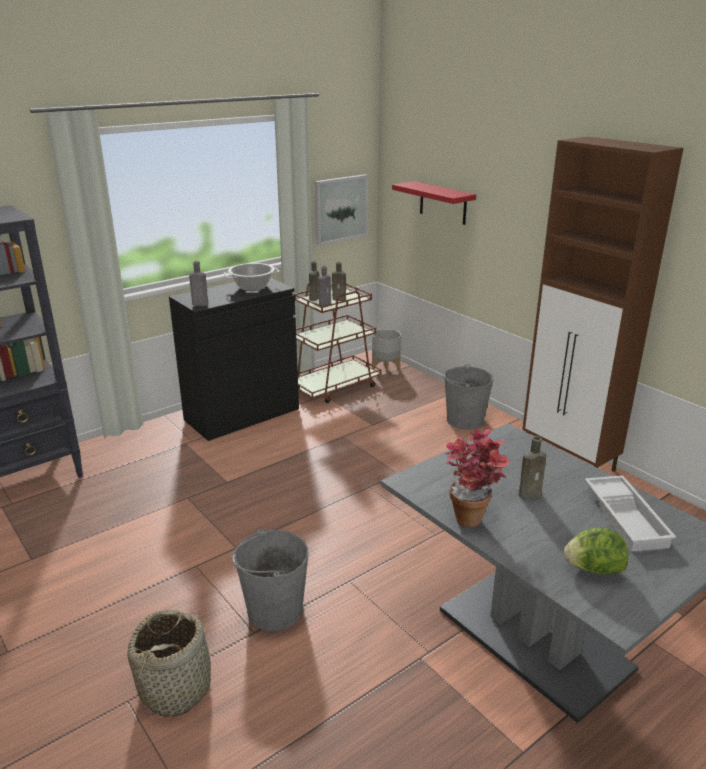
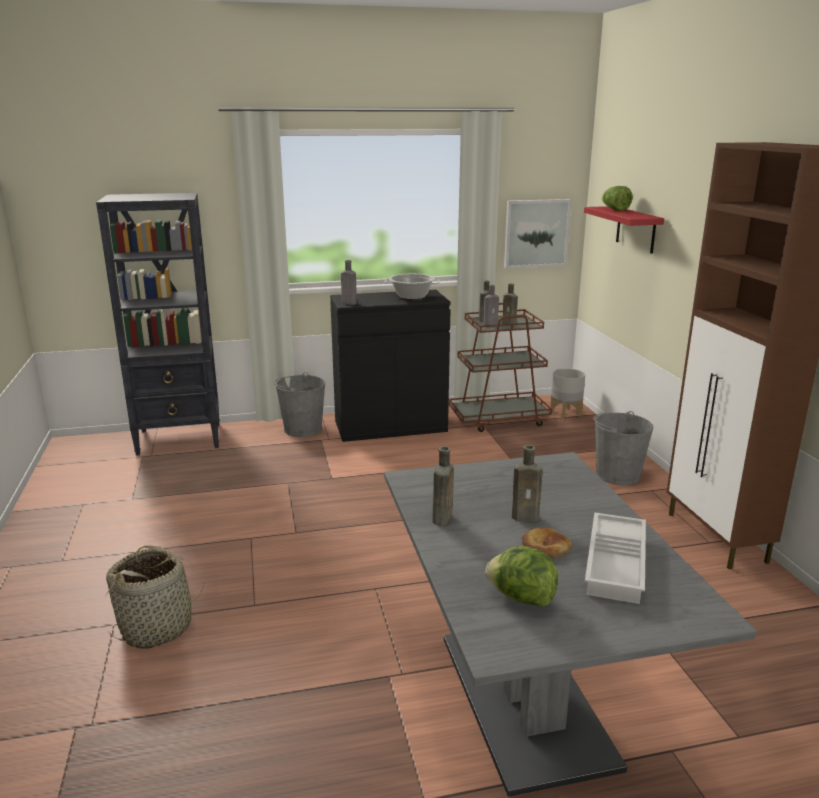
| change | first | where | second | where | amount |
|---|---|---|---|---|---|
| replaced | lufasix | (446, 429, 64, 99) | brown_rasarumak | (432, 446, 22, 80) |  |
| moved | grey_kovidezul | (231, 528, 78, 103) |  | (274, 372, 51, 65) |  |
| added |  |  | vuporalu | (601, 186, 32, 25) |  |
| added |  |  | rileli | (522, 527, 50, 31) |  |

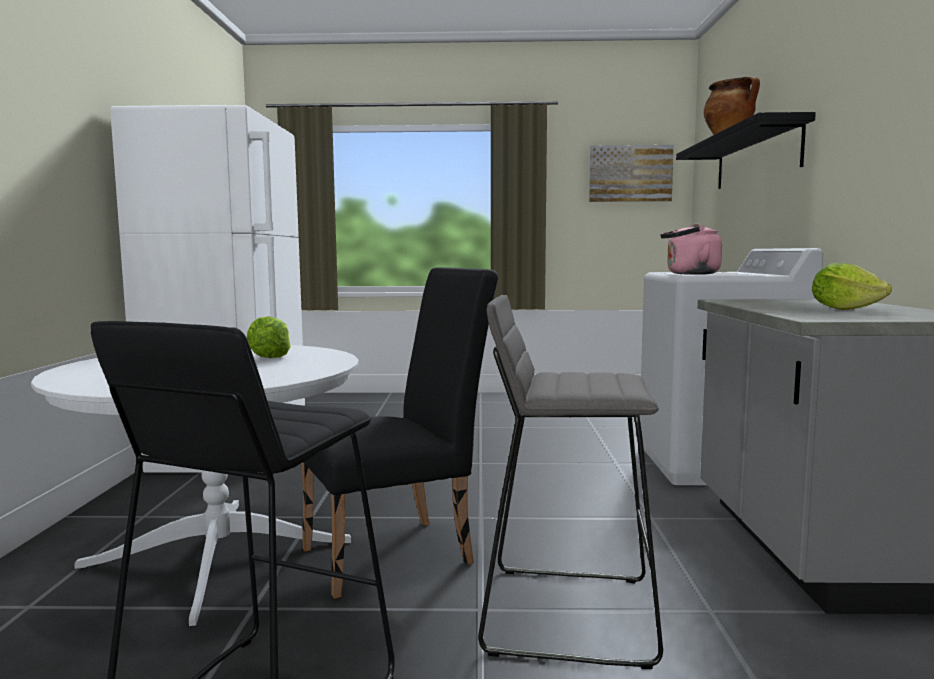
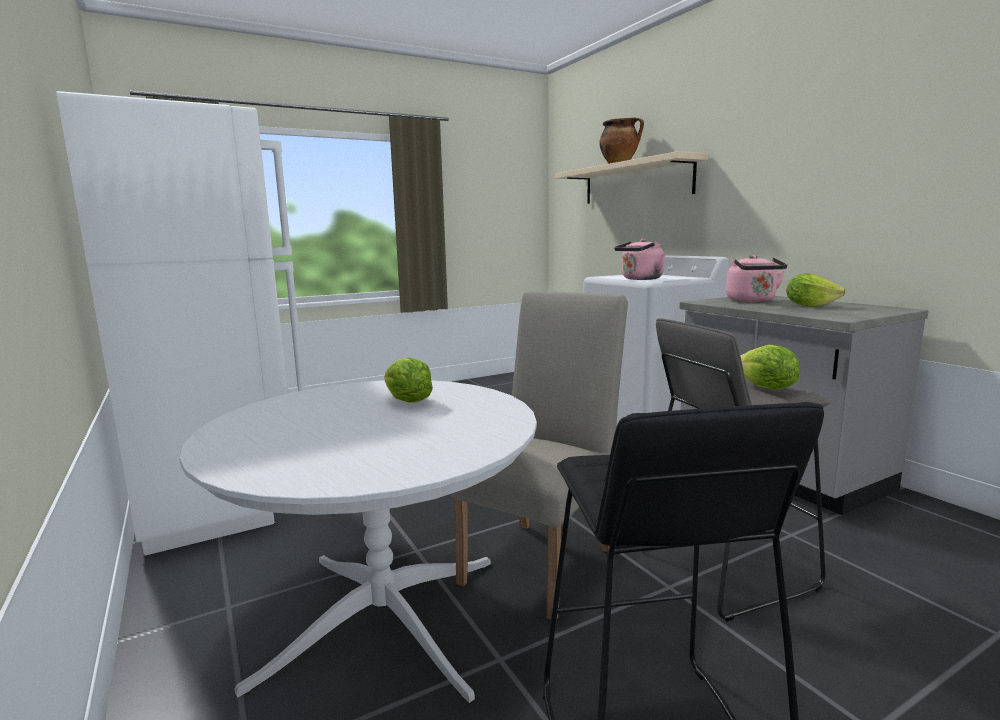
| change | first | where | second | where | amount |
|---|---|---|---|---|---|
| recoloured | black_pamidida | (676, 112, 140, 77) | beige_pamidida | (555, 151, 153, 53) |  |
| removed | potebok | (589, 145, 85, 57) |  |  |  |
| recoloured | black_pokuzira | (302, 267, 197, 332) | beige_pokuzira | (451, 291, 177, 329) |  |
| added |  |  | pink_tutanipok | (726, 255, 61, 47) |  |
| added |  |  | vuporalu | (740, 345, 59, 45) |  |

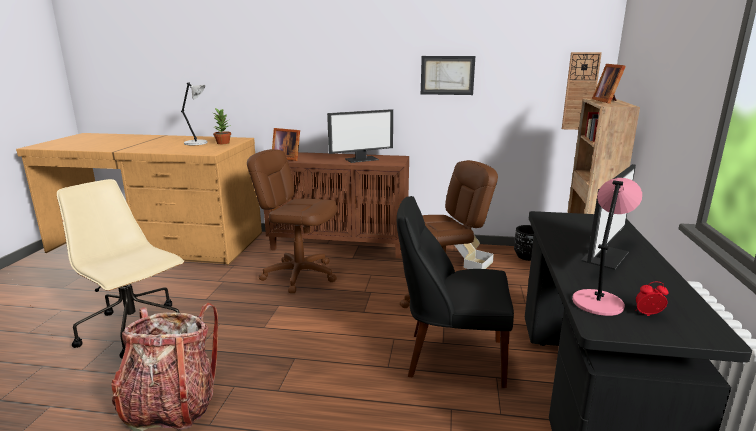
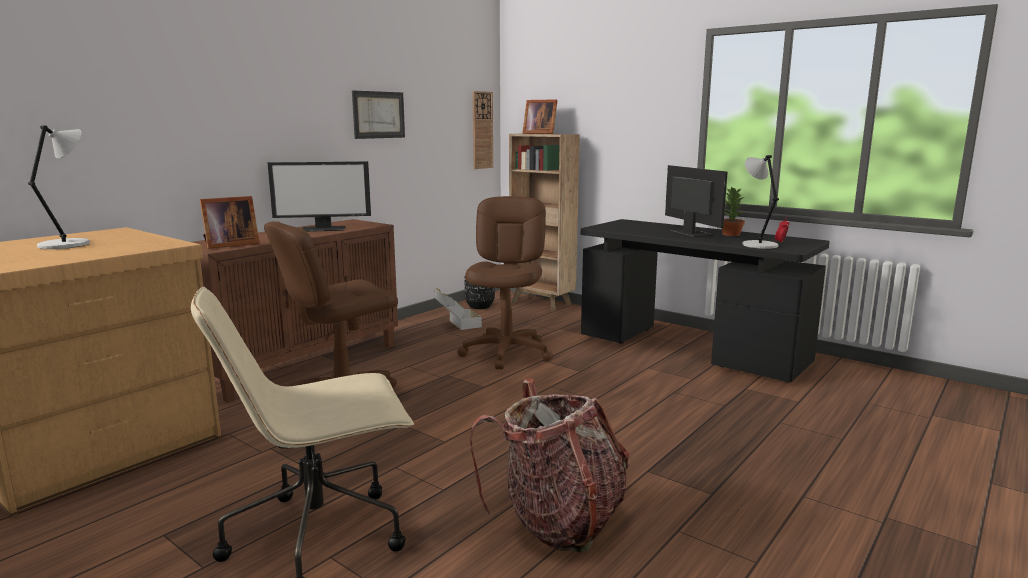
| change | first | where | second | where | amount |
|---|---|---|---|---|---|
| moved | lufasix | (213, 108, 18, 36) |  | (722, 187, 23, 49) |  |
| turned | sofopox | (327, 109, 66, 54) |  | (267, 161, 104, 71) | 75 degrees clockwise |
| recoloured | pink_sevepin | (572, 178, 70, 138) | grey_sevepin | (743, 155, 36, 94) |  |
| removed | black_pokuzira | (397, 196, 117, 192) |  |  |  |

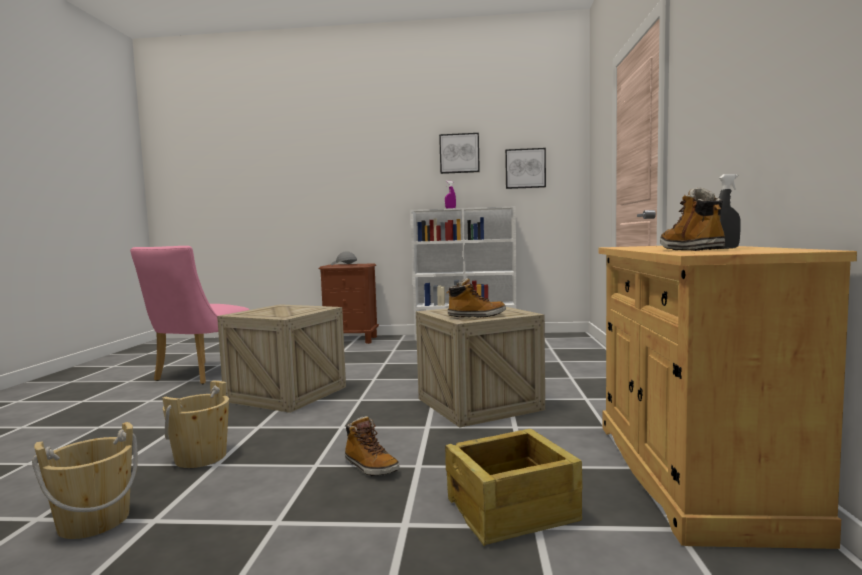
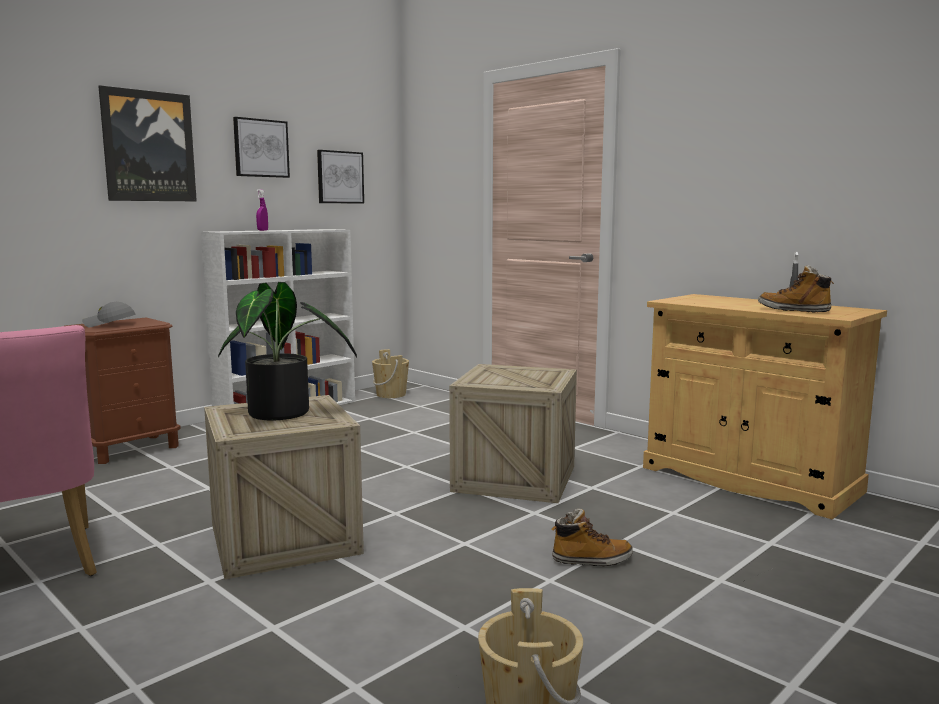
| change | first | where | second | where | amount |
|---|---|---|---|---|---|
| removed | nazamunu | (447, 278, 59, 40) |  |  |  |
| moved | beige_kovidezul | (162, 381, 67, 87) |  | (372, 349, 37, 49) |  |
| removed | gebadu | (445, 429, 138, 117) |  |  |  |
| added |  |  | potebok | (98, 85, 99, 116) |  |
| added |  |  | lufasix | (218, 282, 139, 138) |  |

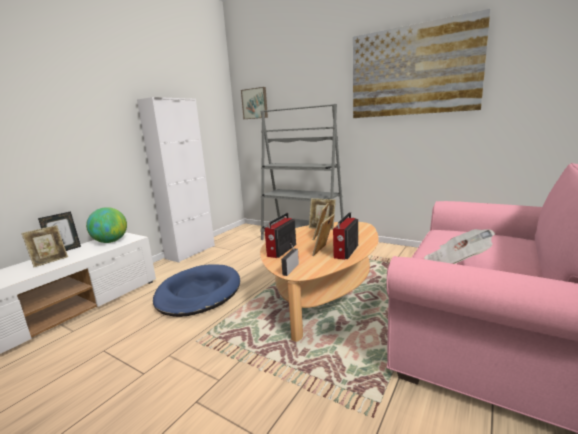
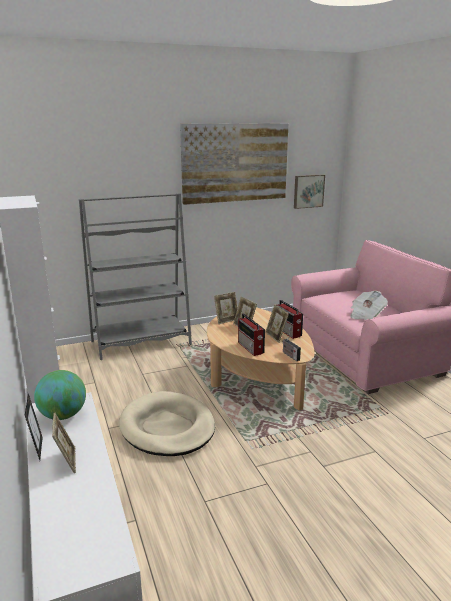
| change | first | where | second | where | amount |
|---|---|---|---|---|---|
| moved | potebok | (241, 87, 27, 32) |  | (294, 174, 31, 35) |  |
| recoloured | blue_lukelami | (153, 265, 87, 52) | beige_lukelami | (119, 391, 96, 65) |  |

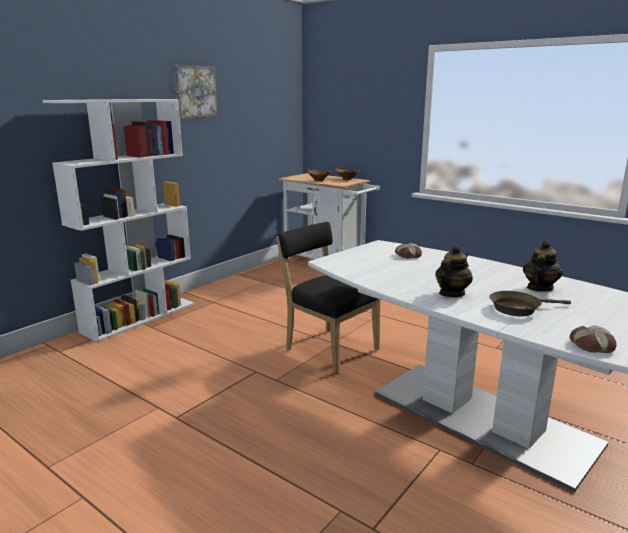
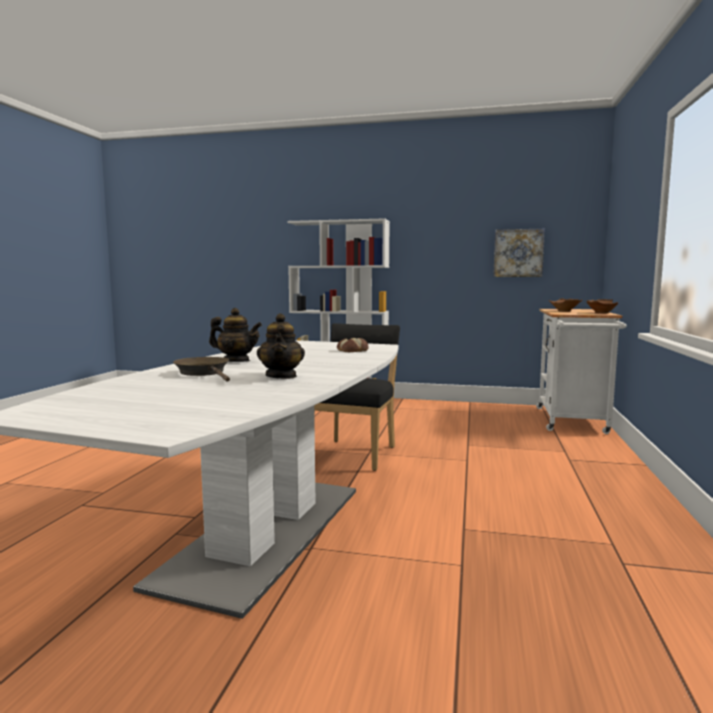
| change | first | where | second | where | amount |
|---|---|---|---|---|---|
| moved | potebok | (173, 65, 45, 54) |  | (493, 229, 52, 48) |  |
| turned | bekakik | (523, 241, 40, 51) |  | (257, 313, 48, 66) | 75 degrees clockwise |
| removed | rileli | (570, 325, 47, 28) |  |  |  |

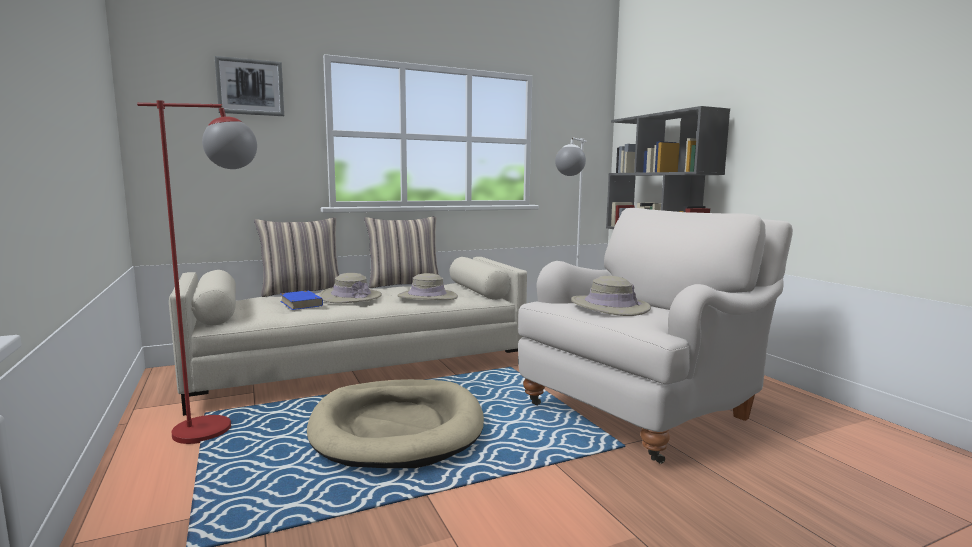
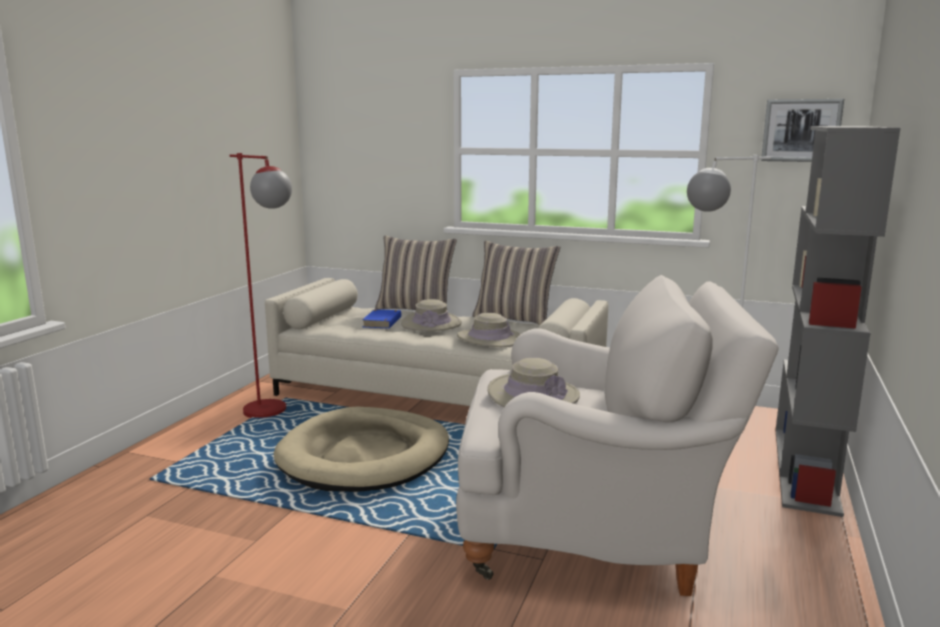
| change | first | where | second | where | amount |
|---|---|---|---|---|---|
| moved | potebok | (215, 56, 69, 60) |  | (761, 99, 83, 63) |  |

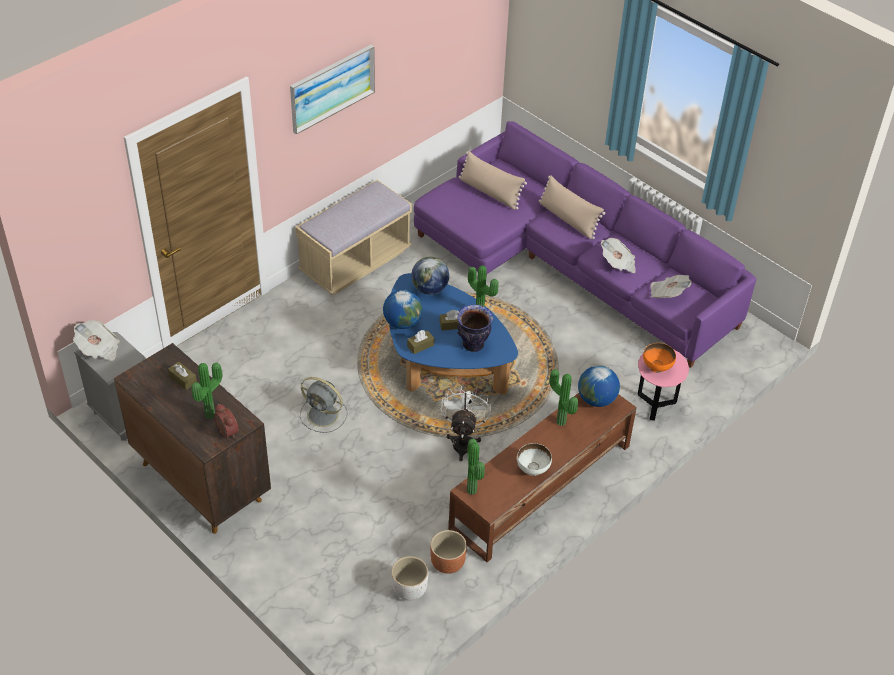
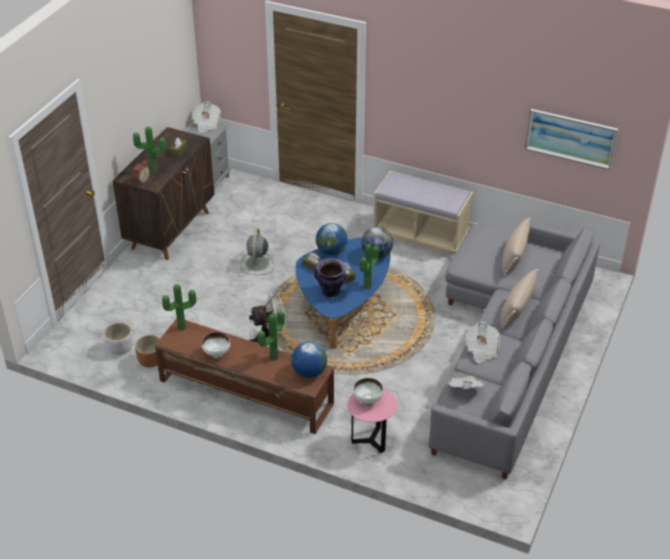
| change | first | where | second | where | amount |
|---|---|---|---|---|---|
| moved | potebok | (290, 45, 85, 89) |  | (525, 109, 93, 61) |  |
| recoloured | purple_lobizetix | (414, 121, 343, 247) | grey_lobizetix | (428, 223, 172, 256) |  |
| recoloured | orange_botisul | (643, 343, 33, 30) | white_botisul | (353, 378, 30, 27) |  |

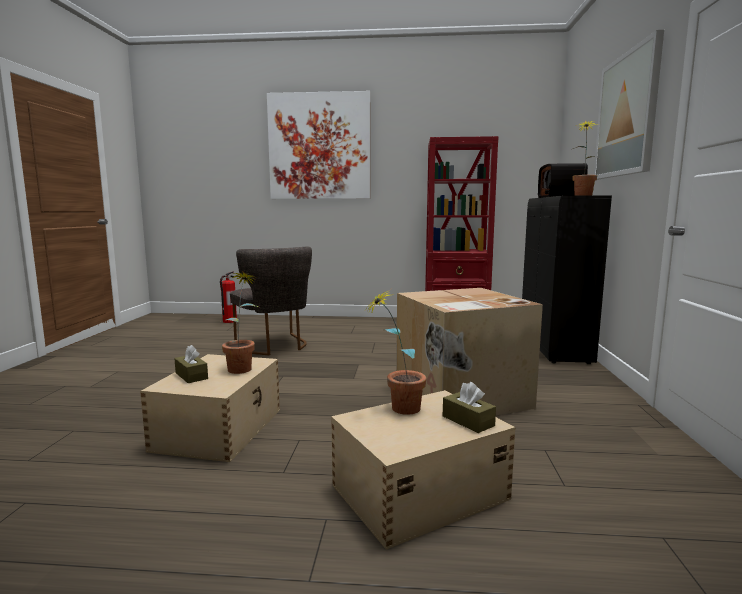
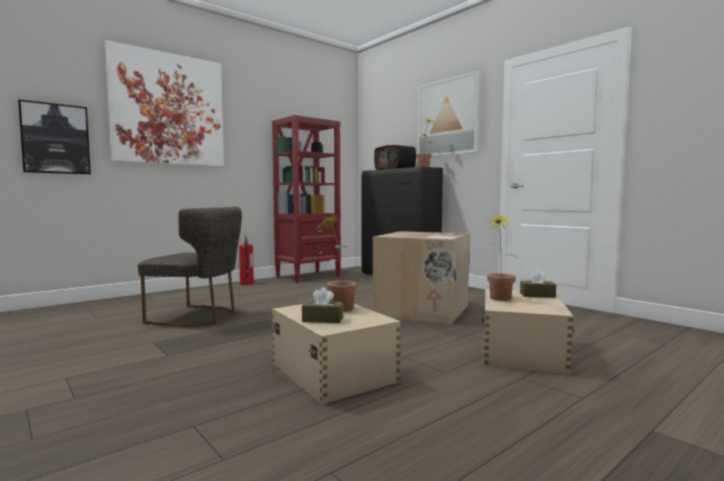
| change | first | where | second | where | amount |
|---|---|---|---|---|---|
| moved | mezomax | (220, 271, 17, 52) |  | (239, 235, 15, 50) |  |
| added |  |  | potebok | (18, 100, 73, 74) |  |

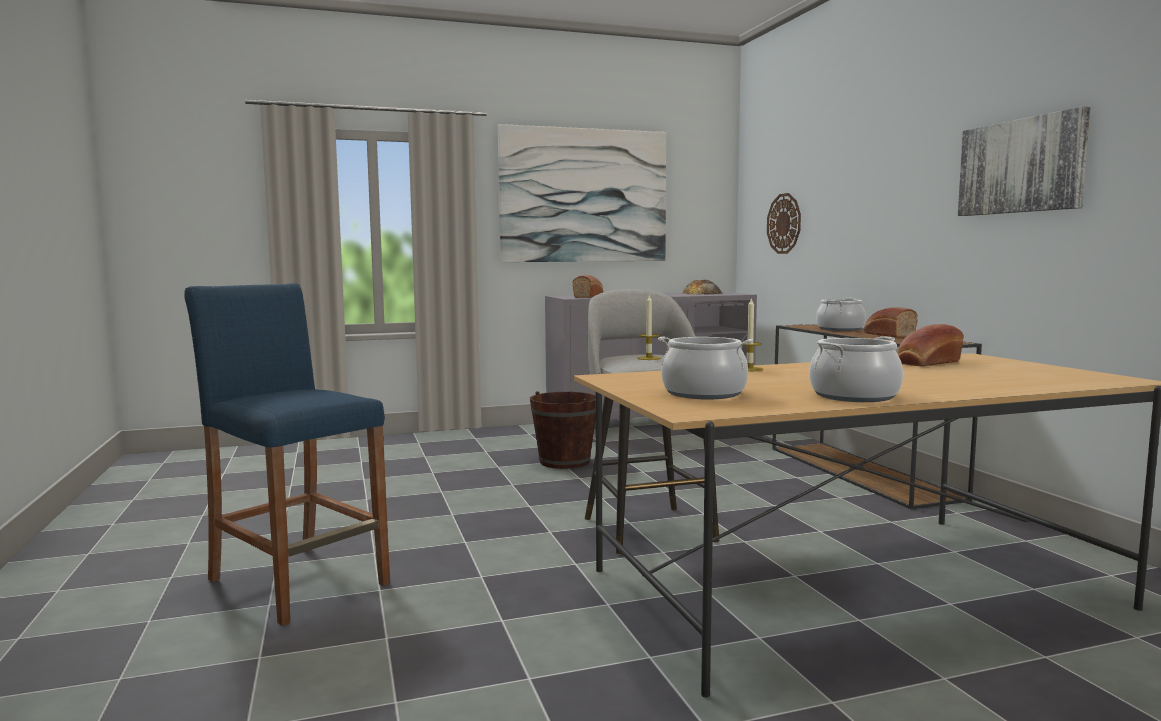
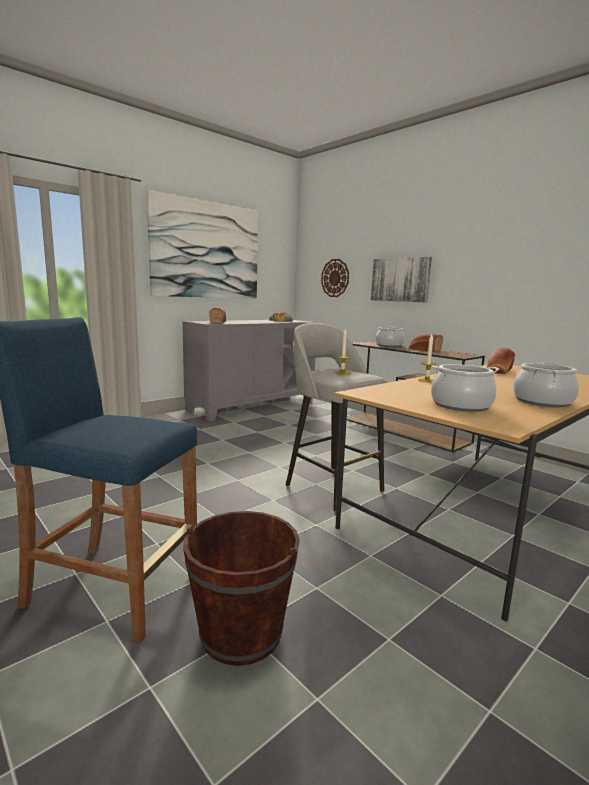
| change | first | where | second | where | amount |
|---|---|---|---|---|---|
| moved | potebok | (958, 106, 132, 110) |  | (371, 257, 61, 45) |  |
| moved | brown_kovidezul | (530, 391, 66, 78) |  | (183, 511, 117, 155) |  |

